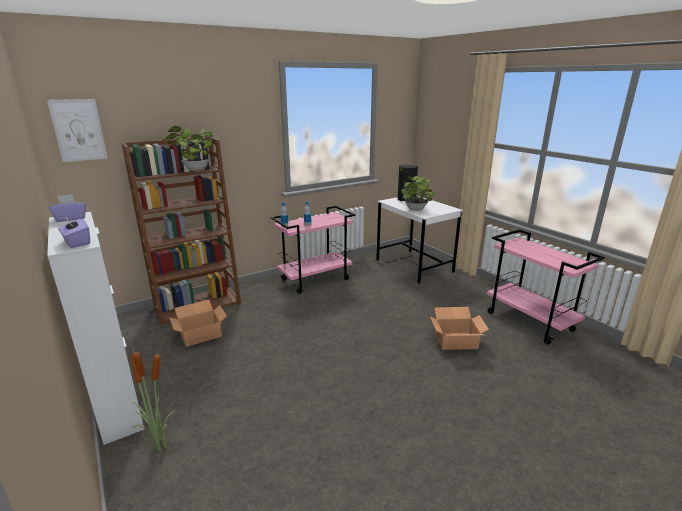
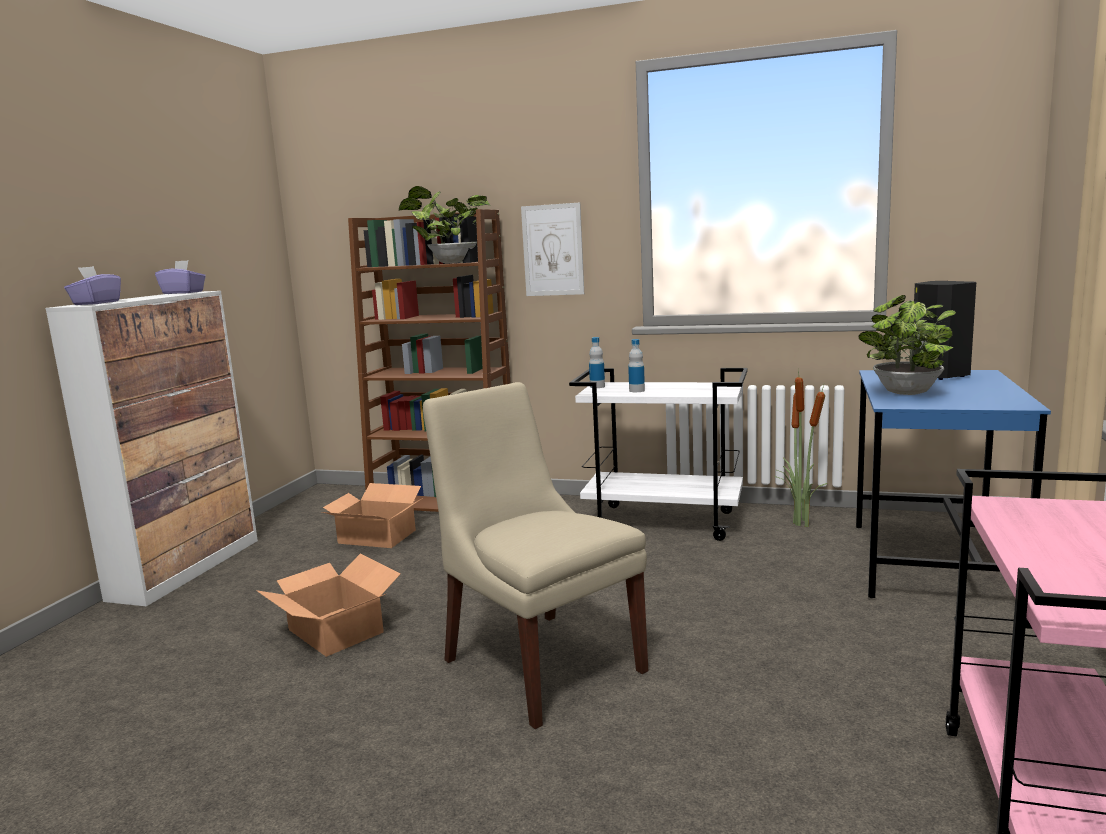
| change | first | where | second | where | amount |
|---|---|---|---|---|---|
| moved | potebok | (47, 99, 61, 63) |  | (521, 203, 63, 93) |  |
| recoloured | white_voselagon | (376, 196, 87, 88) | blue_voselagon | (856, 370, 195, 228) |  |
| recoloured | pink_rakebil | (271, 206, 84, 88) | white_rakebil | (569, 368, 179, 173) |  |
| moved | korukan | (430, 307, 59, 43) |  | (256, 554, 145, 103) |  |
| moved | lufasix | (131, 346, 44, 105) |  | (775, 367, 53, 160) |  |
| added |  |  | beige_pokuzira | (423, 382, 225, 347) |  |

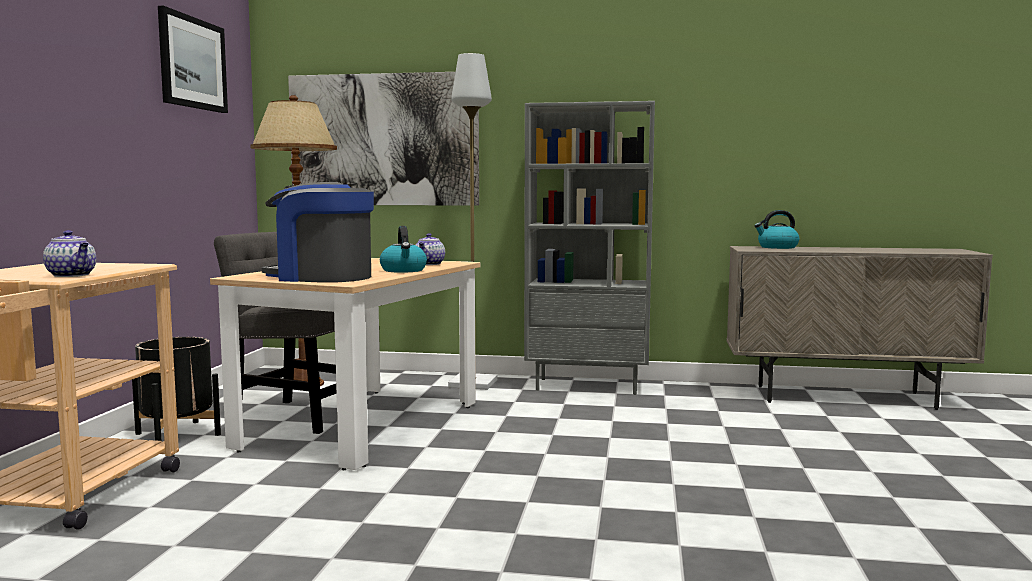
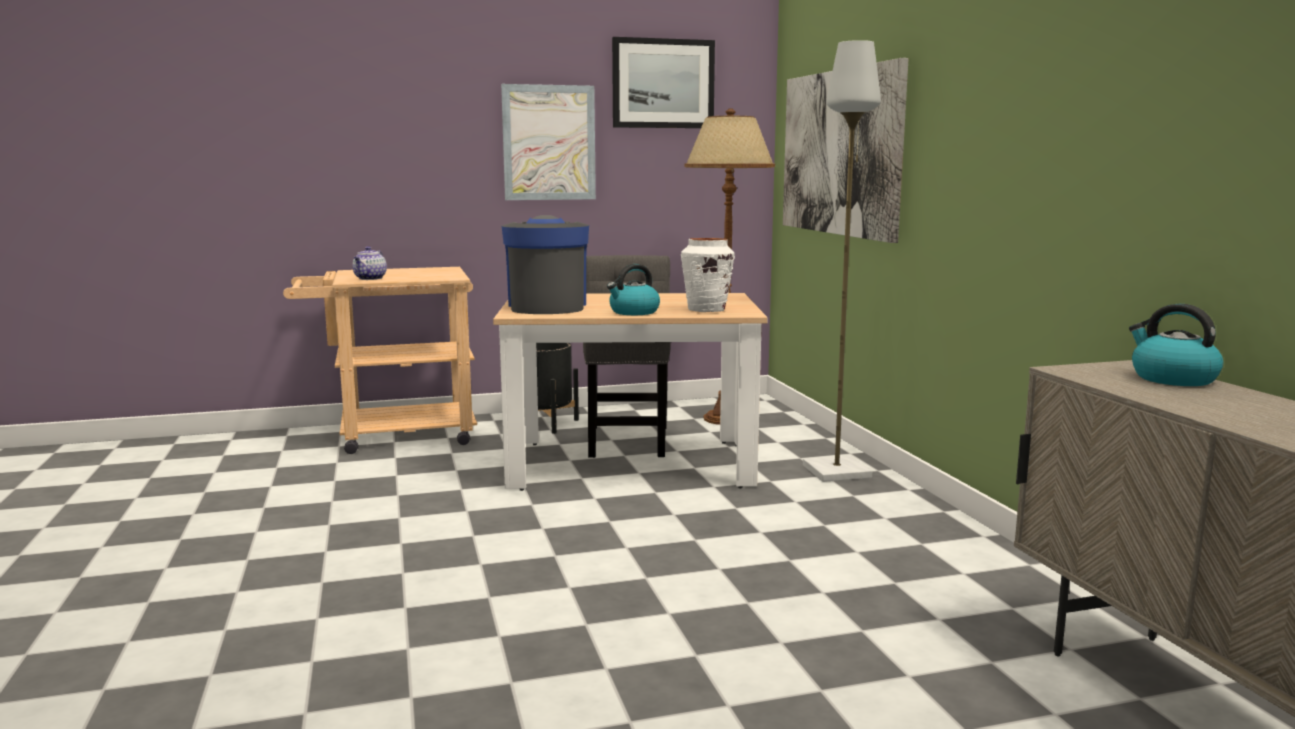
| change | first | where | second | where | amount |
|---|---|---|---|---|---|
| removed | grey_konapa | (524, 101, 131, 294) |  |  |  |
| replaced | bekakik | (415, 233, 30, 32) | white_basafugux | (681, 238, 54, 74) |  |
| added |  |  | potebok | (501, 84, 95, 116) |  |

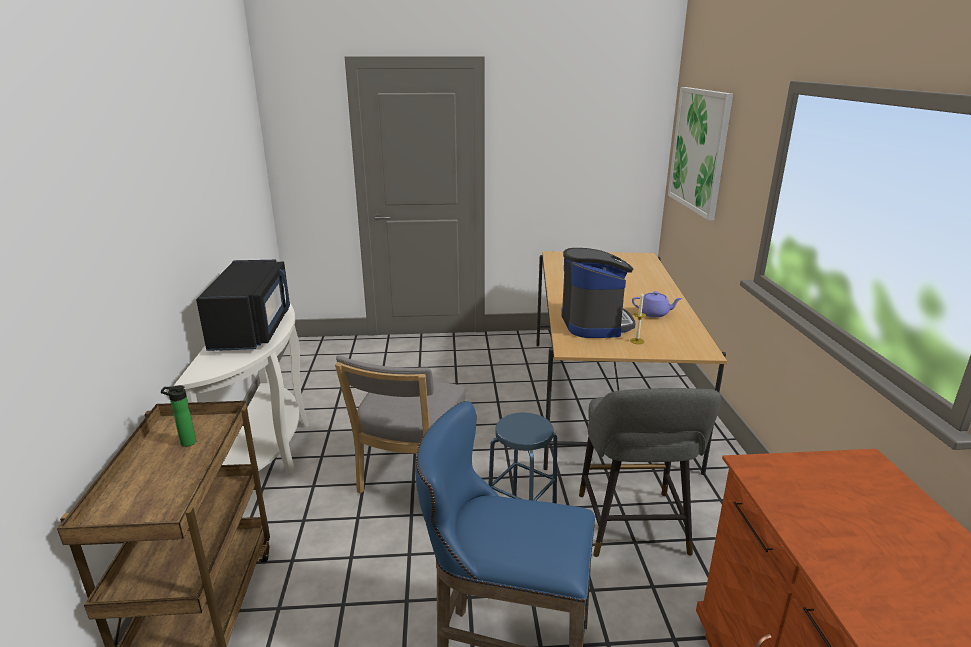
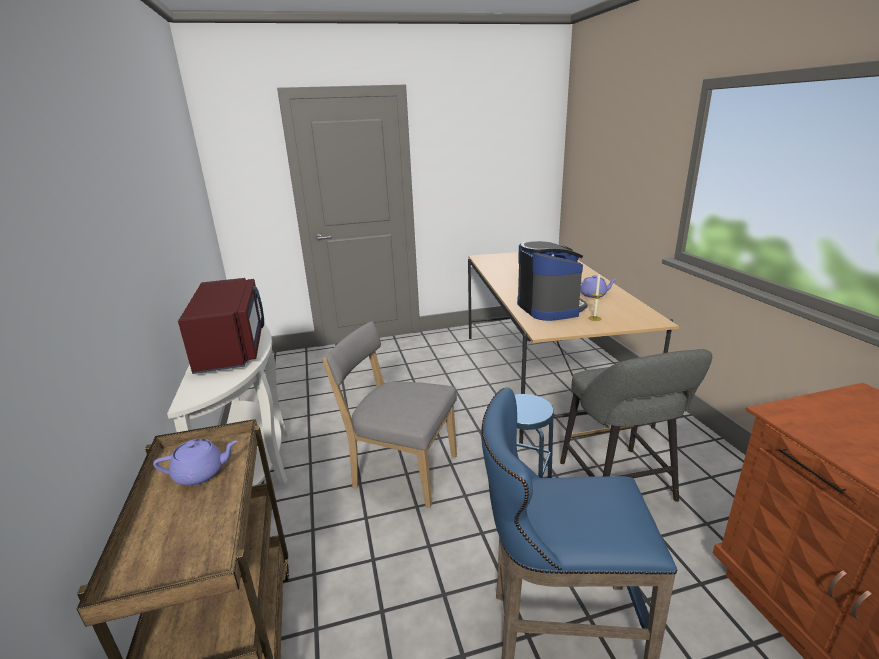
| change | first | where | second | where | amount |
|---|---|---|---|---|---|
| removed | potebok | (668, 87, 65, 133) |  |  |  |
| recoloured | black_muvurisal | (196, 260, 94, 91) | red_muvurisal | (178, 278, 86, 96) |  |
| turned | grey_pokuzira | (335, 356, 131, 138) |  | (322, 321, 135, 187) | 105 degrees clockwise |
| replaced | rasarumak | (161, 385, 35, 62) | purple_bekakik | (153, 439, 84, 47) |  |

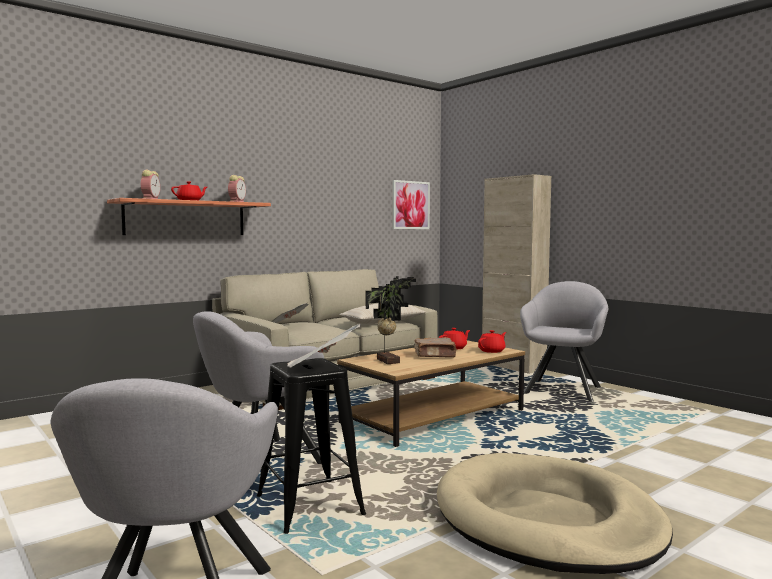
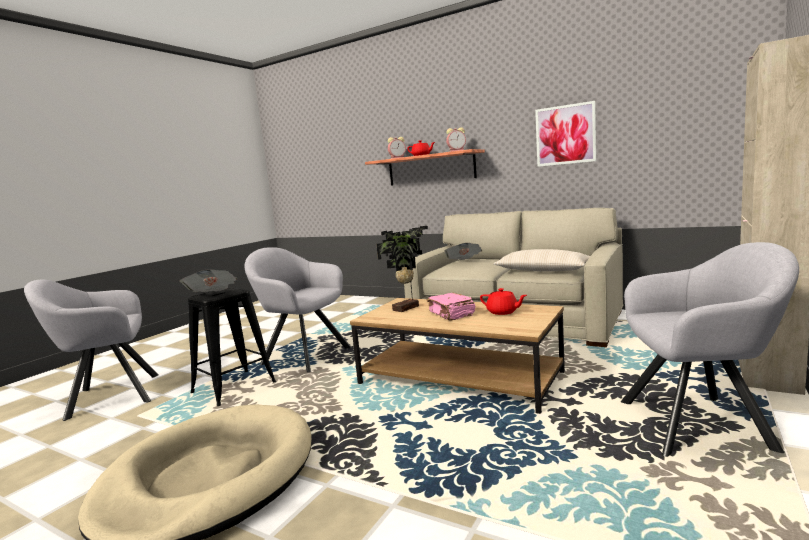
| change | first | where | second | where | amount |
|---|---|---|---|---|---|
| moved | potebok | (392, 180, 38, 49) |  | (535, 101, 61, 66) |  |
| removed | red_bekakik | (478, 330, 28, 23) |  |  |  |
| recoloured | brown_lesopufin | (414, 337, 42, 21) | pink_lesopufin | (427, 293, 49, 28) |  |

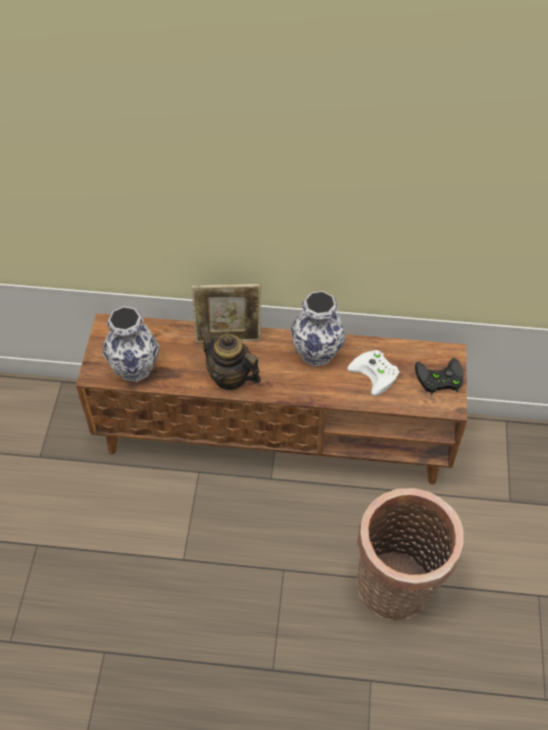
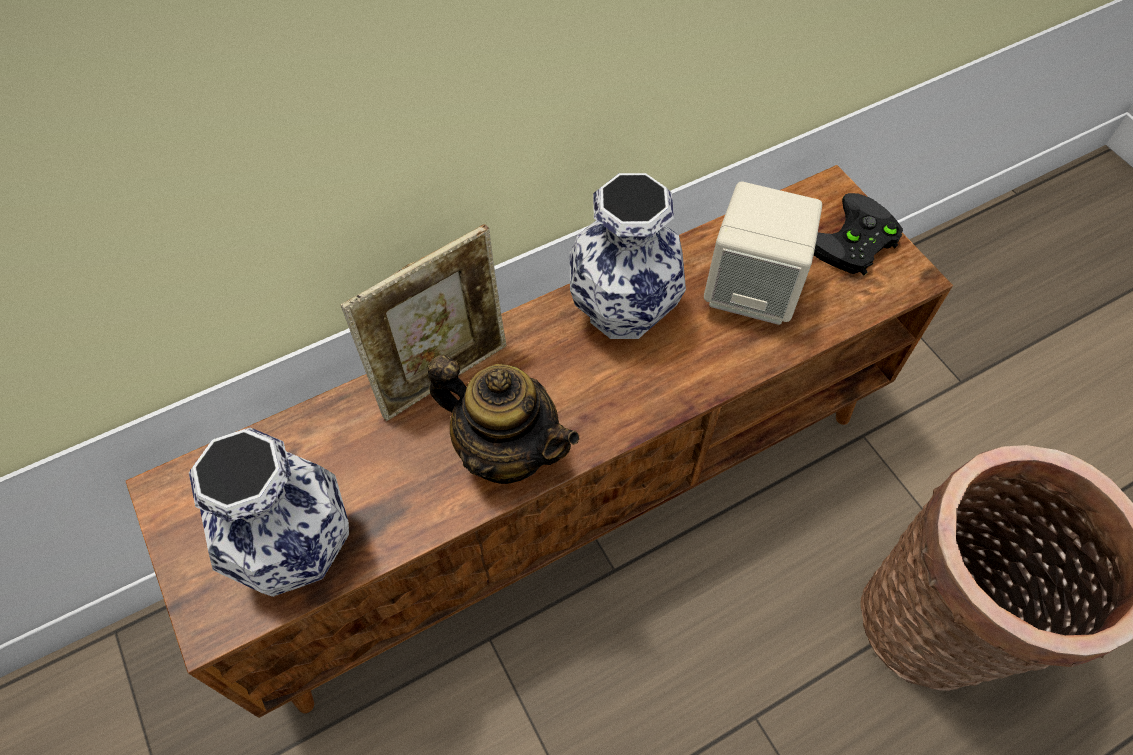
| change | first | where | second | where | amount |
|---|---|---|---|---|---|
| turned | bekakik | (199, 330, 62, 61) |  | (428, 355, 152, 129) | 150 degrees counterclockwise |
| replaced | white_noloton | (347, 350, 52, 46) | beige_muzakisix | (704, 181, 118, 144) |  |

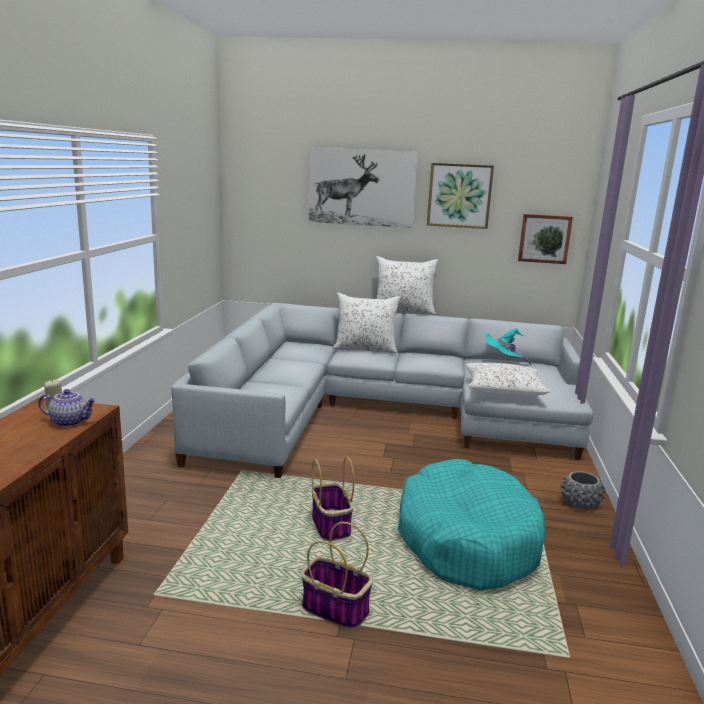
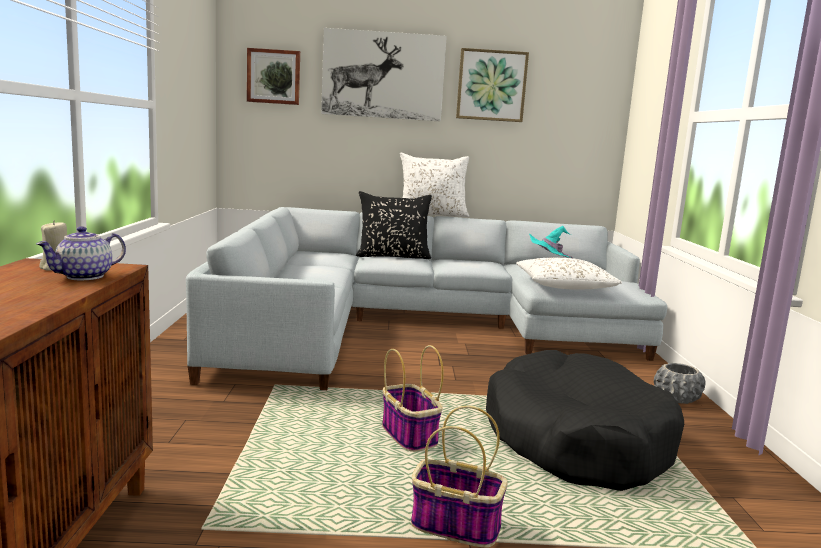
| change | first | where | second | where | amount |
|---|---|---|---|---|---|
| moved | potebok | (518, 214, 55, 50) |  | (247, 48, 53, 57) |  |
| recoloured | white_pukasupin | (332, 293, 68, 60) | black_pukasupin | (356, 191, 76, 68) |  |
| turned | bekakik | (39, 389, 58, 38) |  | (36, 226, 90, 54) | 135 degrees clockwise |
| recoloured | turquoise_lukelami | (398, 459, 147, 132) | black_lukelami | (486, 350, 198, 141) |  |

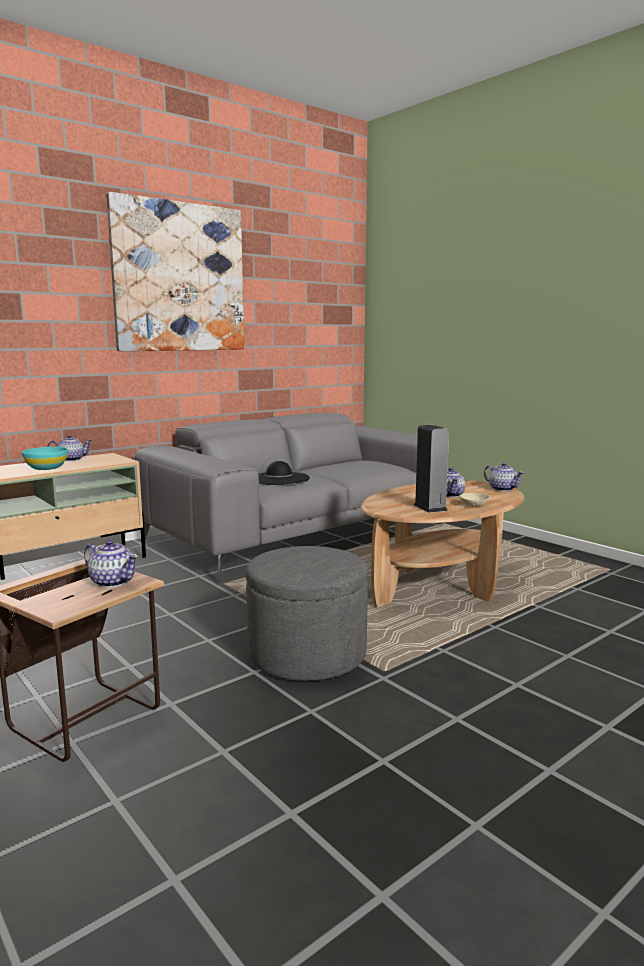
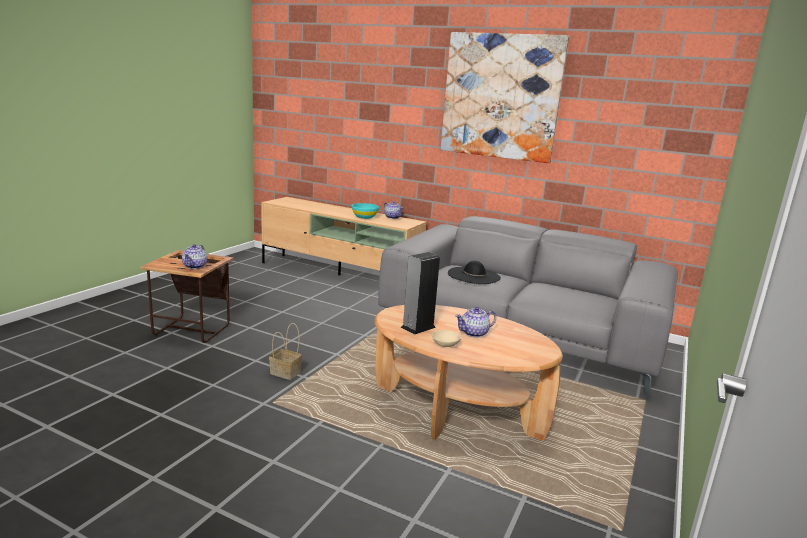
| change | first | where | second | where | amount |
|---|---|---|---|---|---|
| removed | bekakik | (484, 463, 40, 28) |  |  |  |
| replaced | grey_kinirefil | (246, 546, 122, 135) | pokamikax | (269, 323, 33, 57) |  |

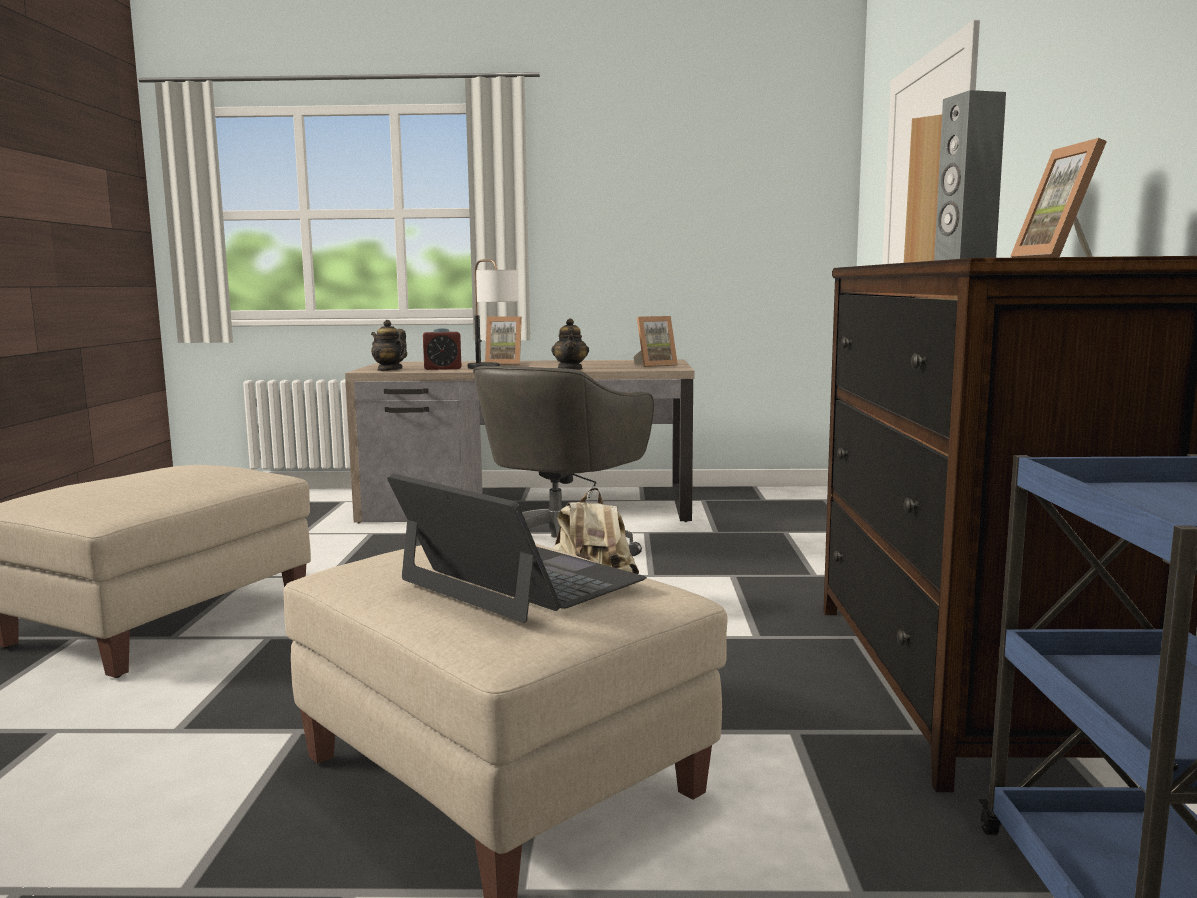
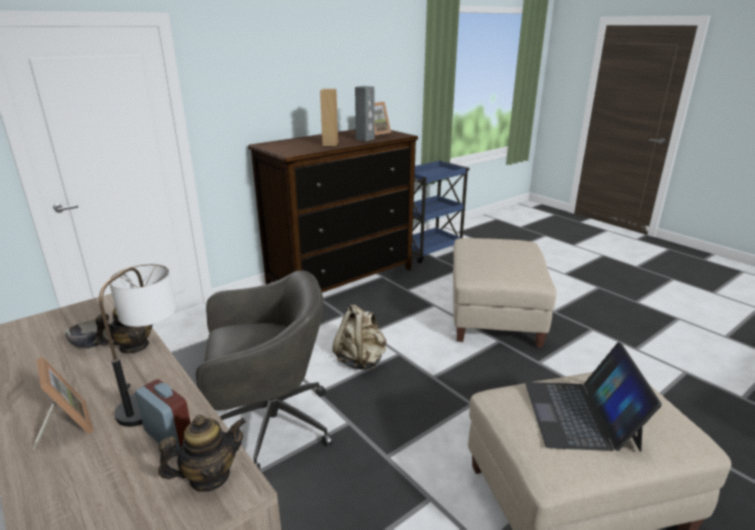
| change | first | where | second | where | amount |
|---|---|---|---|---|---|
| removed | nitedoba | (633, 316, 45, 51) |  |  |  |
| turned | bekakik | (371, 320, 36, 51) |  | (158, 414, 88, 78) | 120 degrees counterclockwise |
| moved | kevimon | (387, 473, 260, 150) |  | (525, 342, 137, 110) |  |
| added |  |  | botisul | (65, 319, 43, 29) |  |

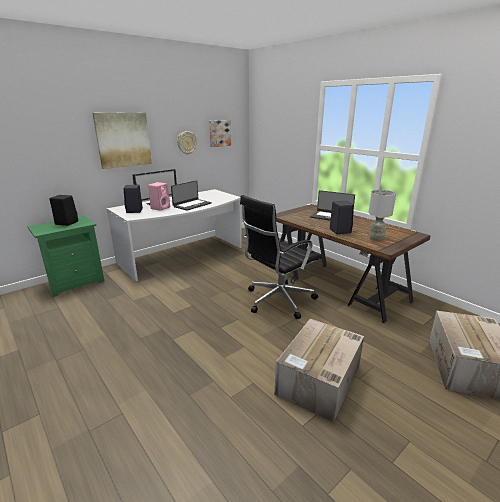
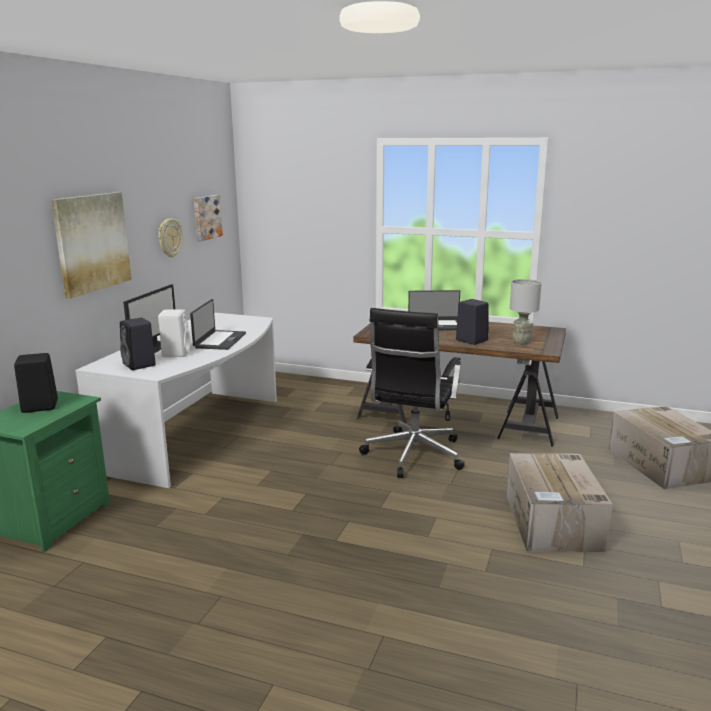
| change | first | where | second | where | amount |
|---|---|---|---|---|---|
| recoloured | pink_muzakisix | (148, 182, 22, 29) | white_muzakisix | (158, 309, 32, 48) |  |

